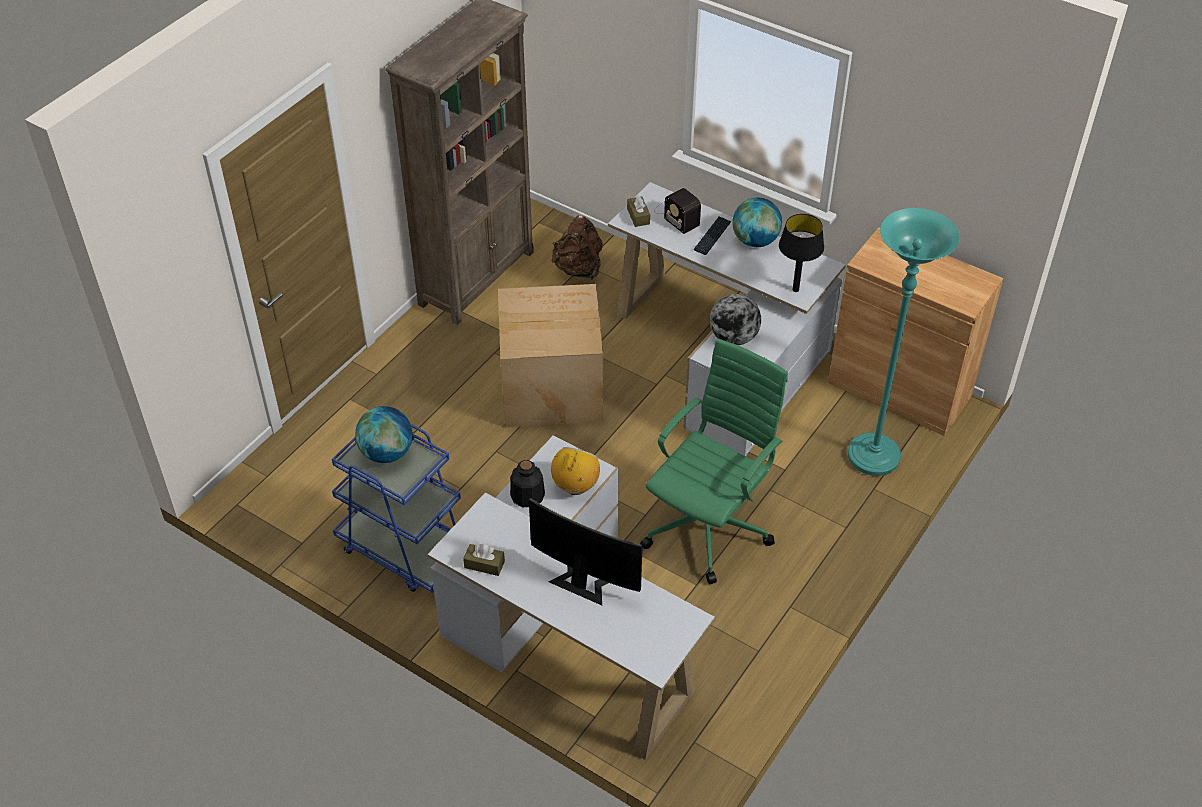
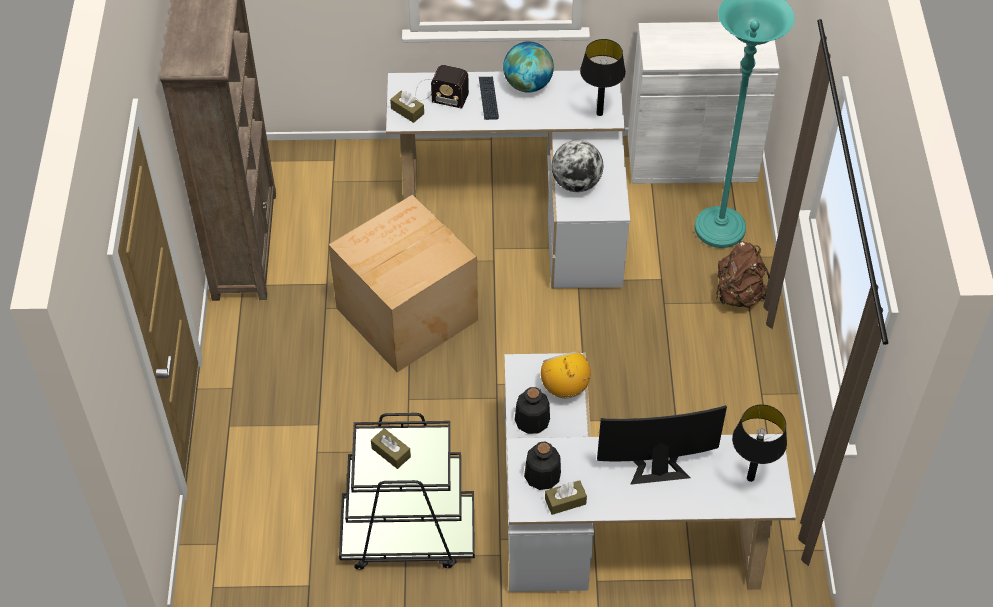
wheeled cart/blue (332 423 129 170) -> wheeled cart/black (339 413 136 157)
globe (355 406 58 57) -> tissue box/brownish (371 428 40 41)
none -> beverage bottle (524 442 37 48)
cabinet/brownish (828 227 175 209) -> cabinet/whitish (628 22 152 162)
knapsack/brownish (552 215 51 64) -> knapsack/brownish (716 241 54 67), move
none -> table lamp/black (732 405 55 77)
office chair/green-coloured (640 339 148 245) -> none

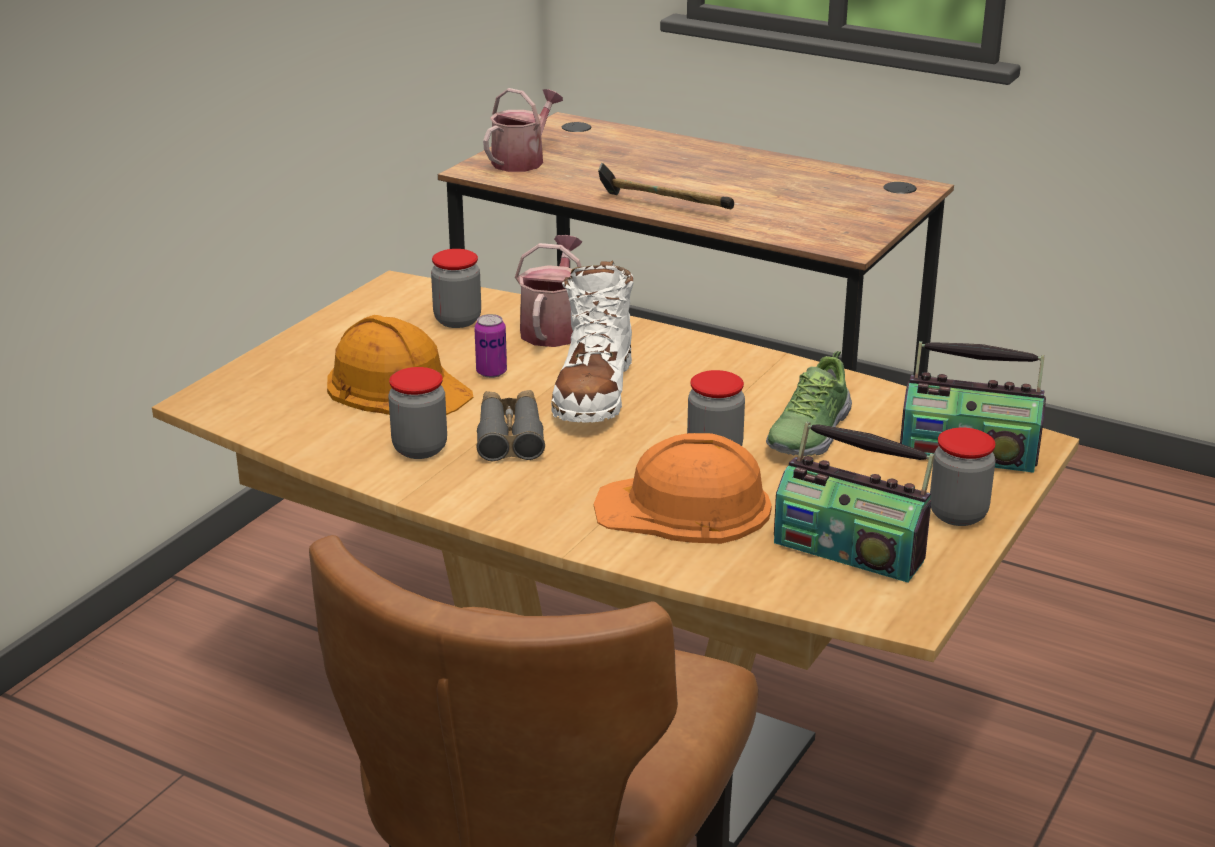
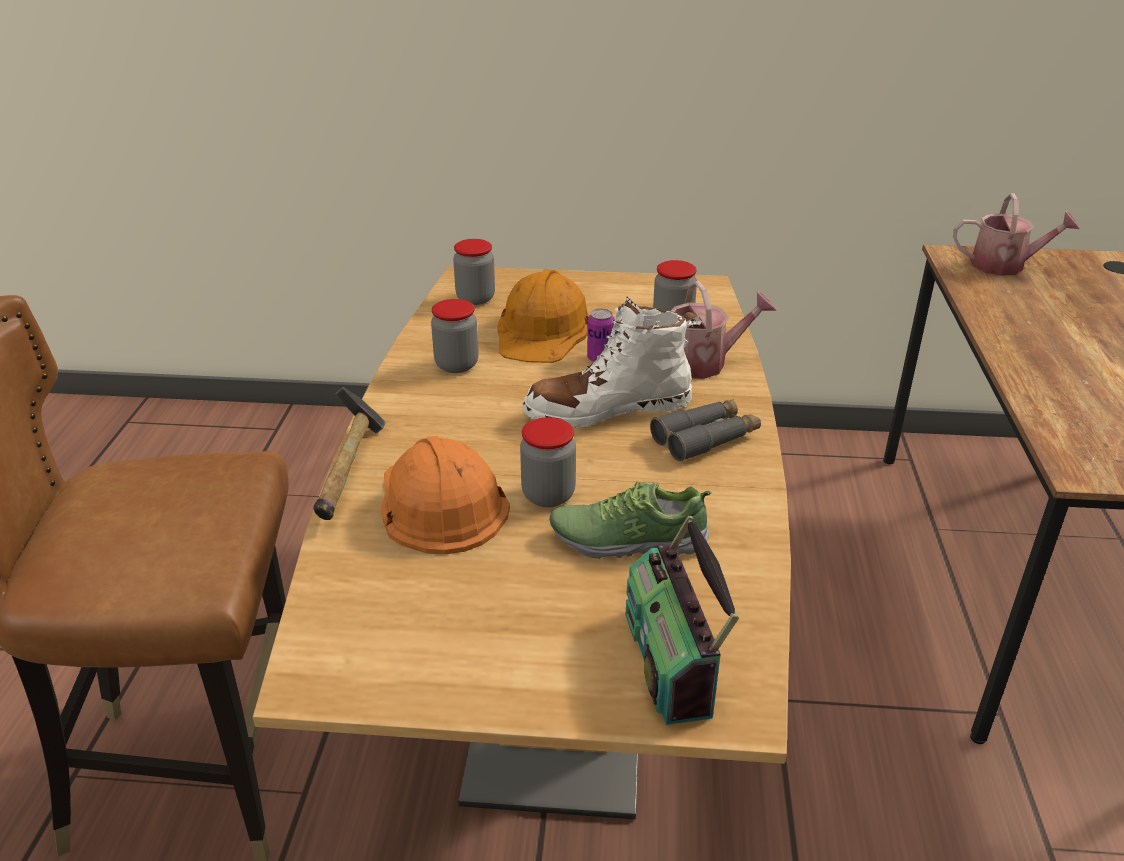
hammer (598 163 136 46) -> hammer (313 387 72 133), move
storage jar (930 427 66 99) -> storage jar (453 239 42 66), move
binoculars/greyish (477 390 68 71) -> binoculars/greyish (650 399 111 63), move
radio set (774 422 161 161) -> none

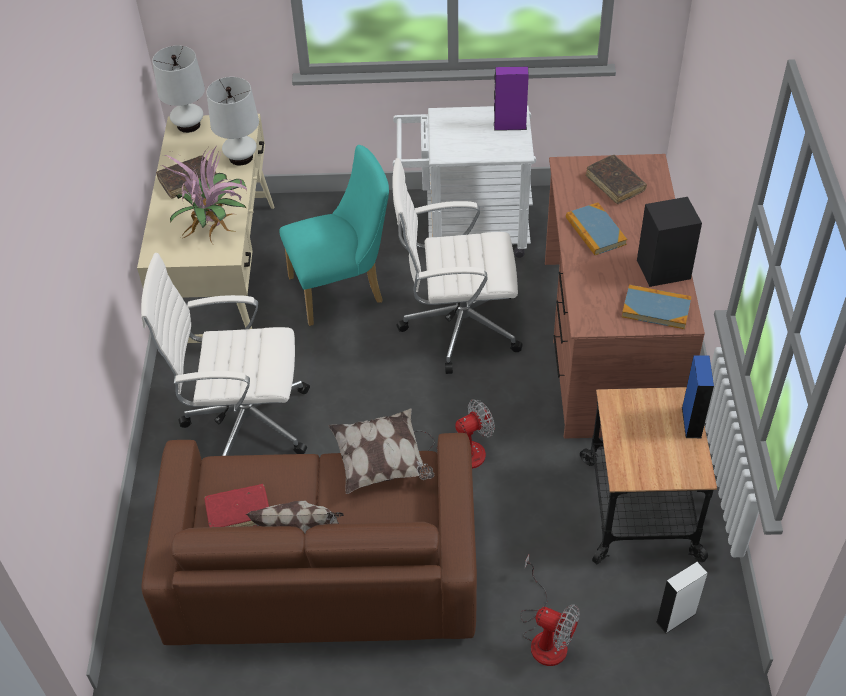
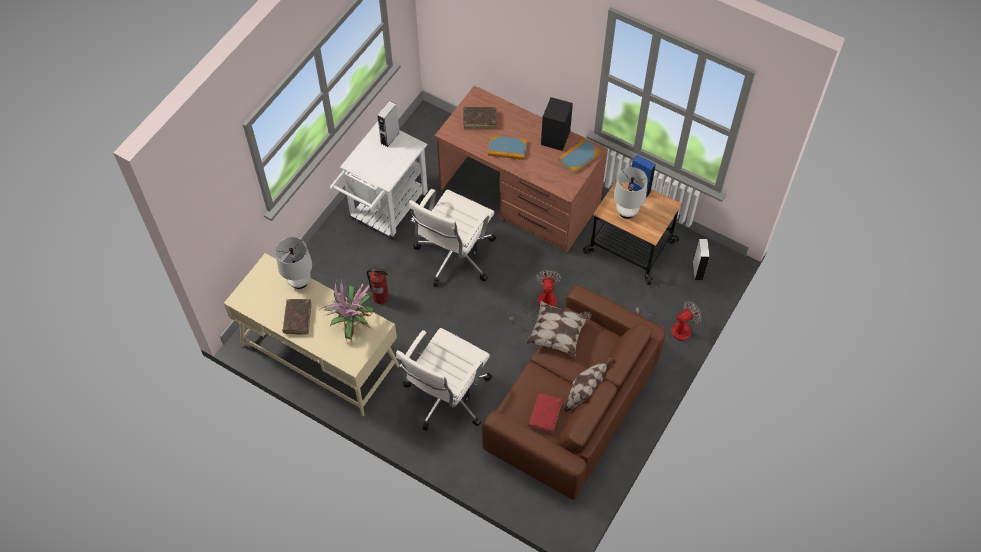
chair/blue-green (279 145 110 181) -> extinguisher (367 267 22 37)
audio speaker/purplish (494 67 35 64) -> audio speaker/greyish (377 101 23 46)
table lamp/whitish (152 46 53 87) -> table lamp/whitish (614 167 34 52), move

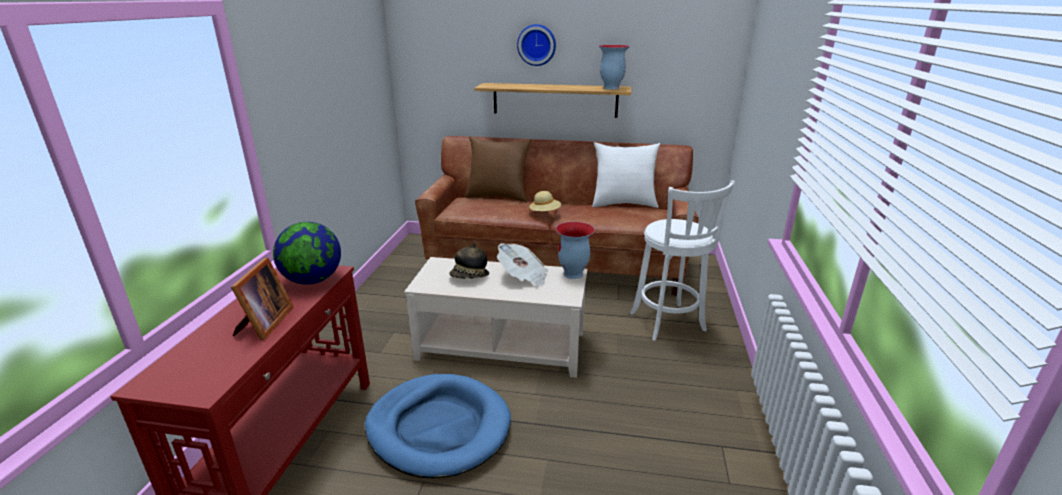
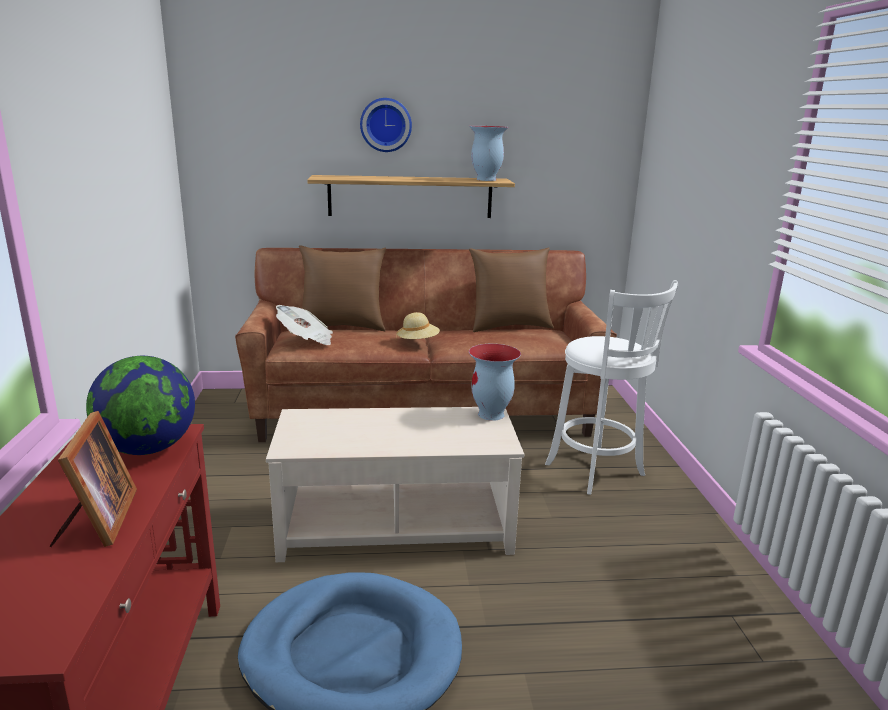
daily paper (497 243 51 44) -> daily paper (276 305 57 40), move
cushion/whitish (592 142 68 66) -> cushion/brownish (469 247 85 85)
wearable hat (449 243 40 36) -> none

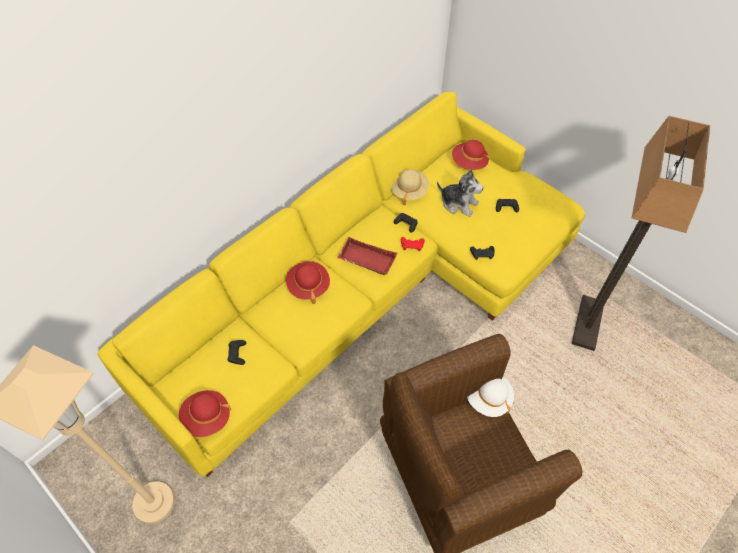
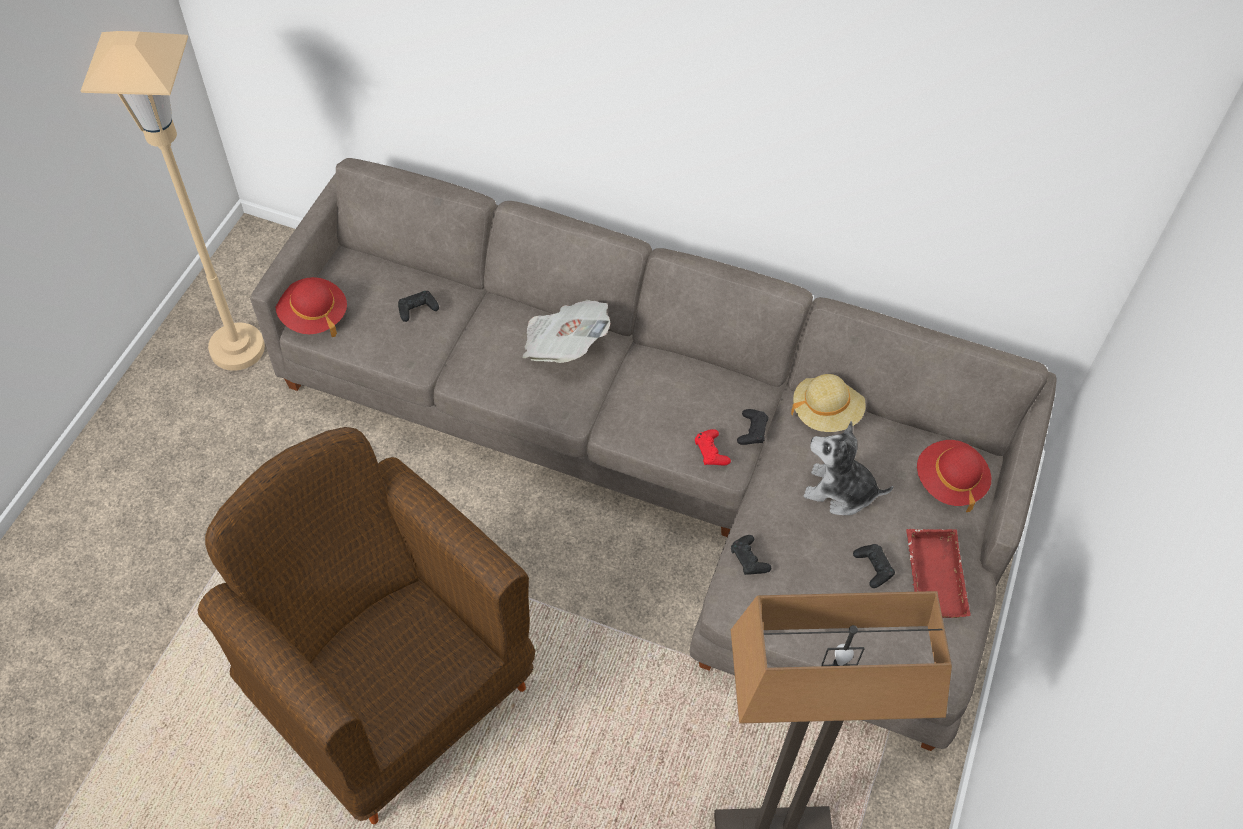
couch/yellow-coloured (98 92 487 385) -> couch/greyish (250 158 806 593)
wearable hat/red (286 261 44 43) -> daily paper (523 300 87 63)
plush toy (437 169 47 48) -> plush toy (804 421 89 94), 105 degrees clockwise
serving tray/red (337 237 60 38) -> serving tray/red (906 529 65 89), move
wearable hat/whitish (467 377 47 40) -> none

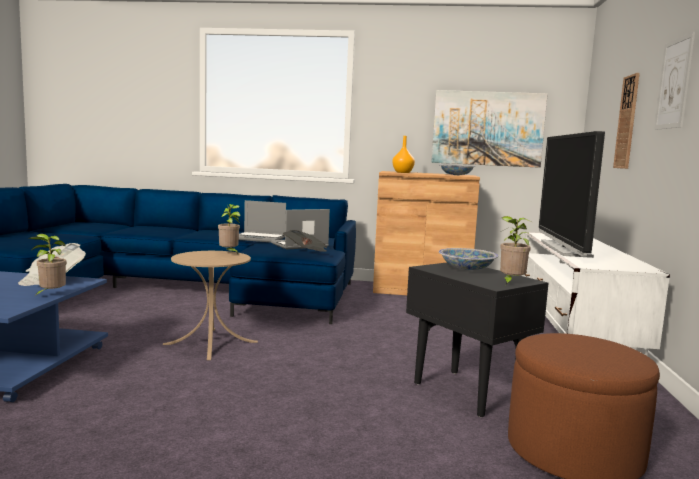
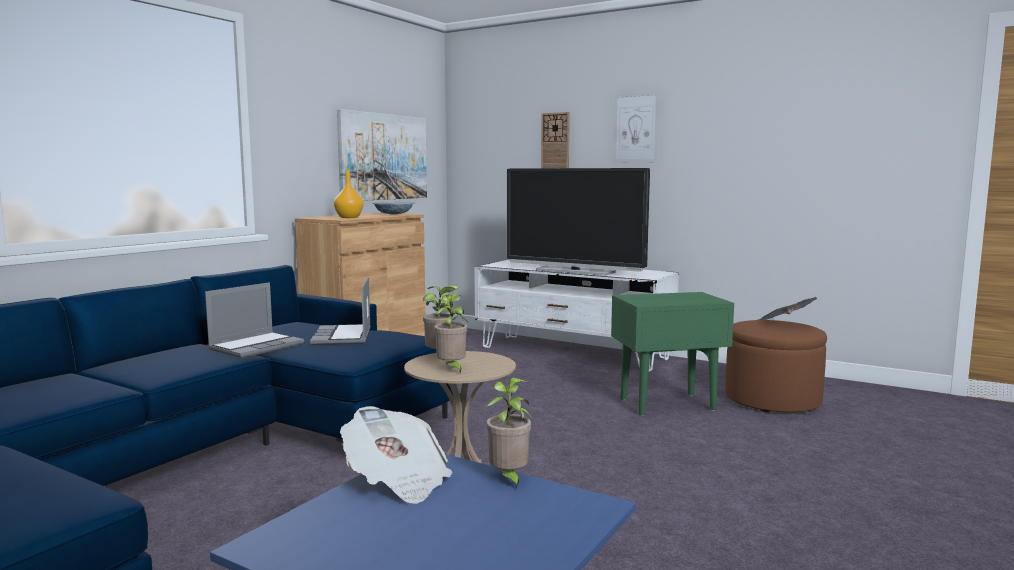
plant in a pot (500 216 32 69) -> plant in a pot (434 293 33 80), move
side table/black (406 263 142 154) -> side table/green-coloured (611 292 123 124)
daily paper (283 230 44 22) -> daily paper (757 297 60 24), move
deep dish (439 248 59 22) -> none

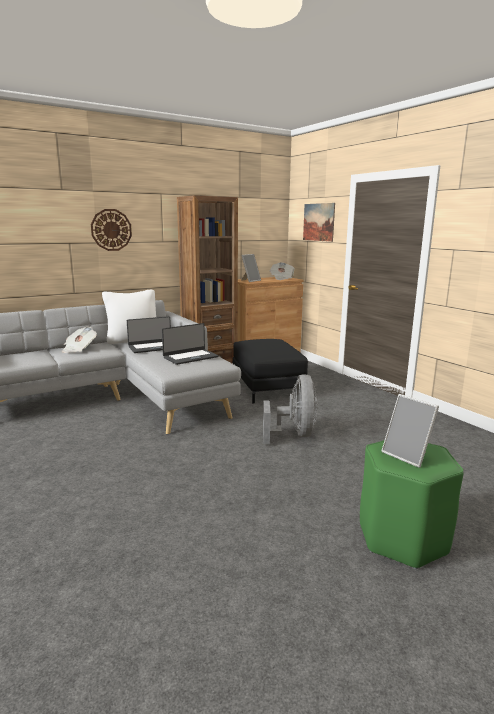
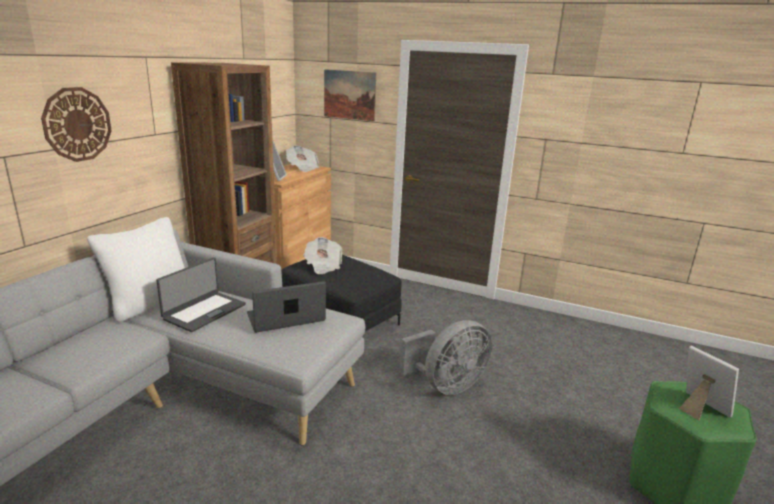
laptop (162 323 57 42) -> laptop (247 281 79 52), 135 degrees counterclockwise
daily paper (62 327 35 26) -> daily paper (303 237 40 37), move
fan/greyish (263 374 55 70) -> fan/greyish (399 320 93 75), 90 degrees clockwise
photo frame (381 394 58 74) -> photo frame (679 346 60 74), 135 degrees counterclockwise

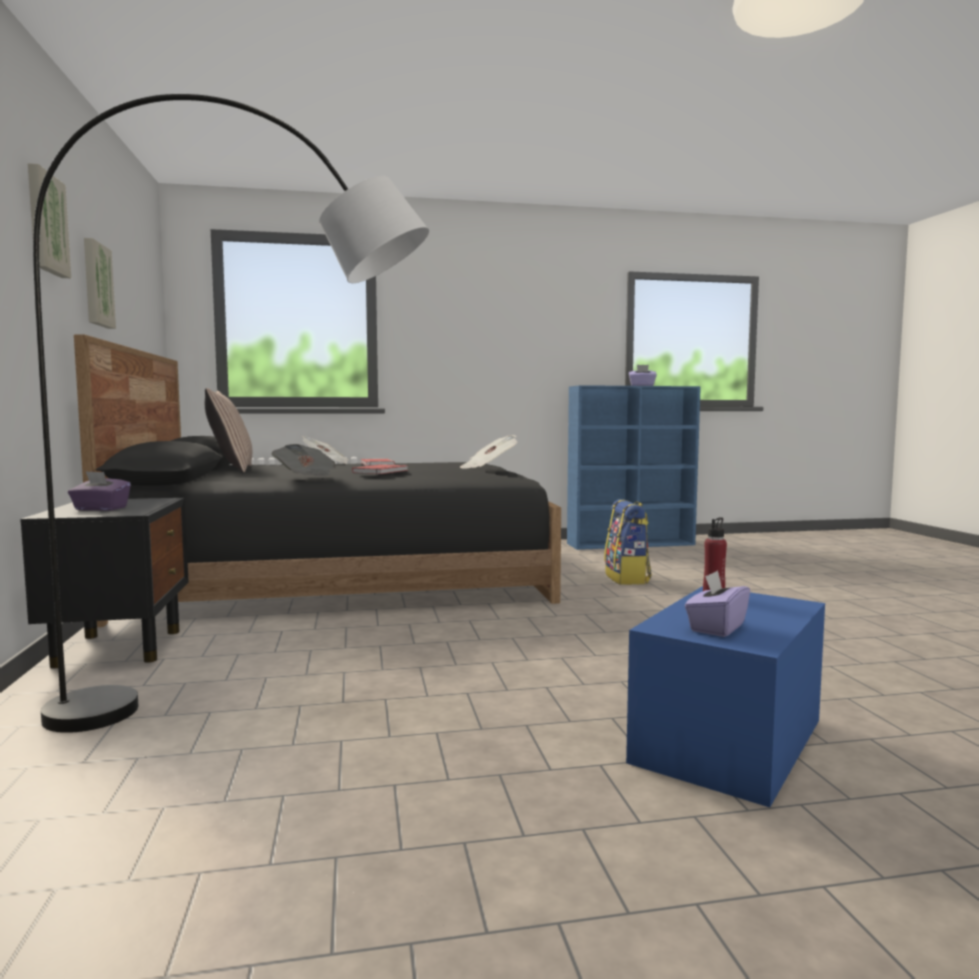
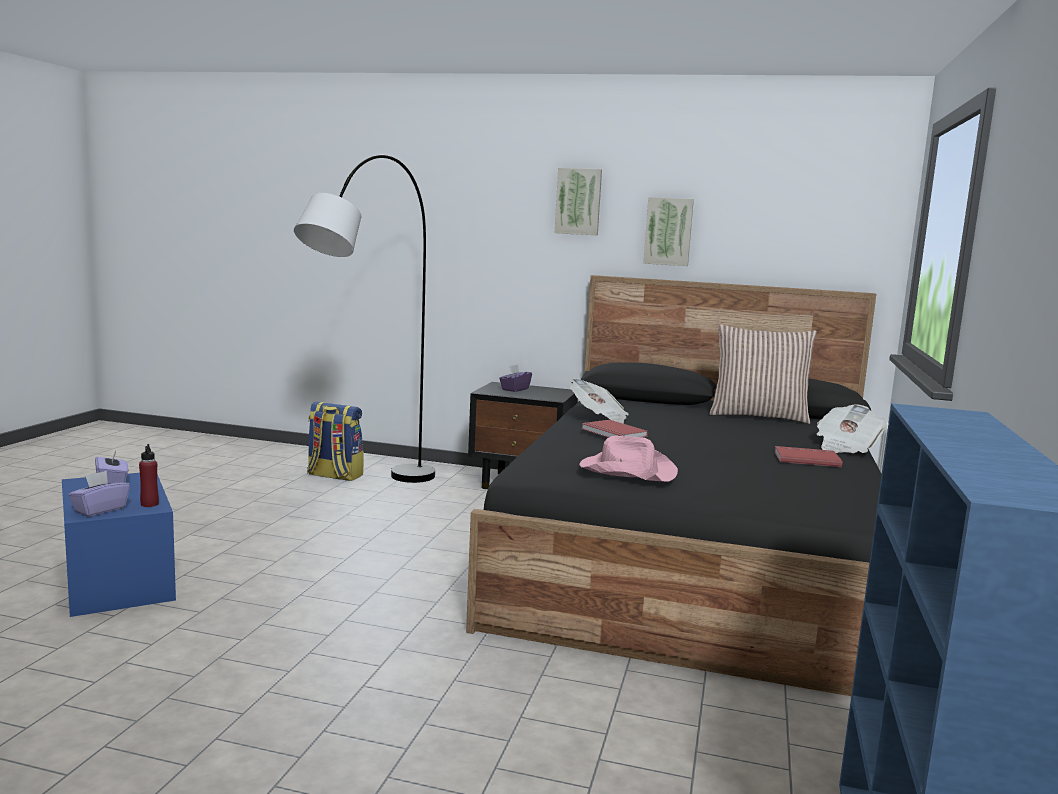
tissue box/purplish (629 365 28 21) -> tissue box/purplish (68 471 62 46), move
knapsack (604 499 48 86) -> knapsack (307 402 57 79), move
daily paper (460 435 58 34) -> wearable hat/pink-coloured (579 436 99 46)

